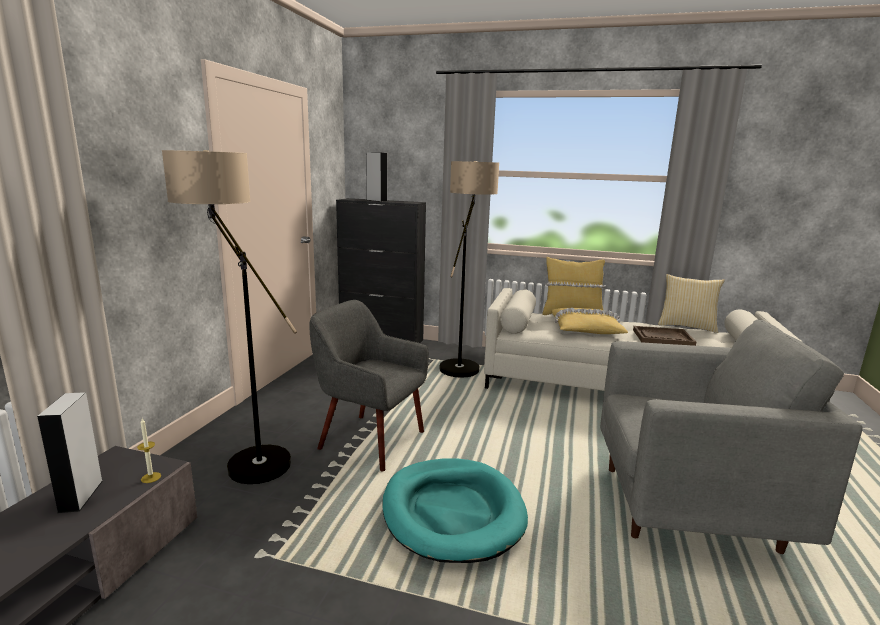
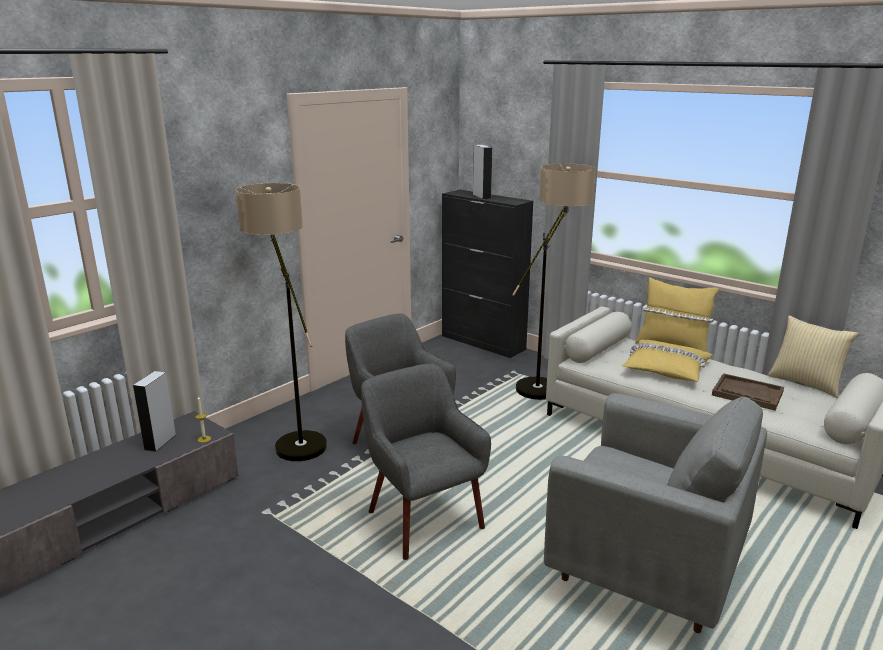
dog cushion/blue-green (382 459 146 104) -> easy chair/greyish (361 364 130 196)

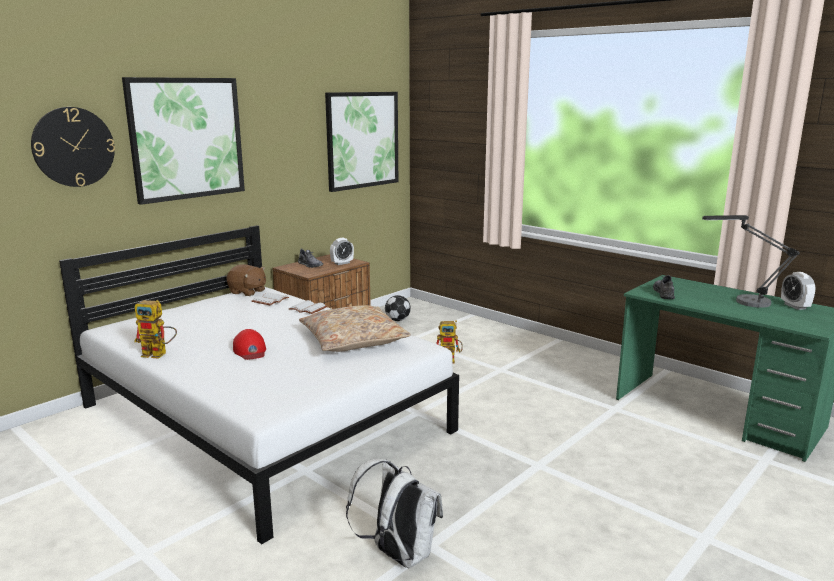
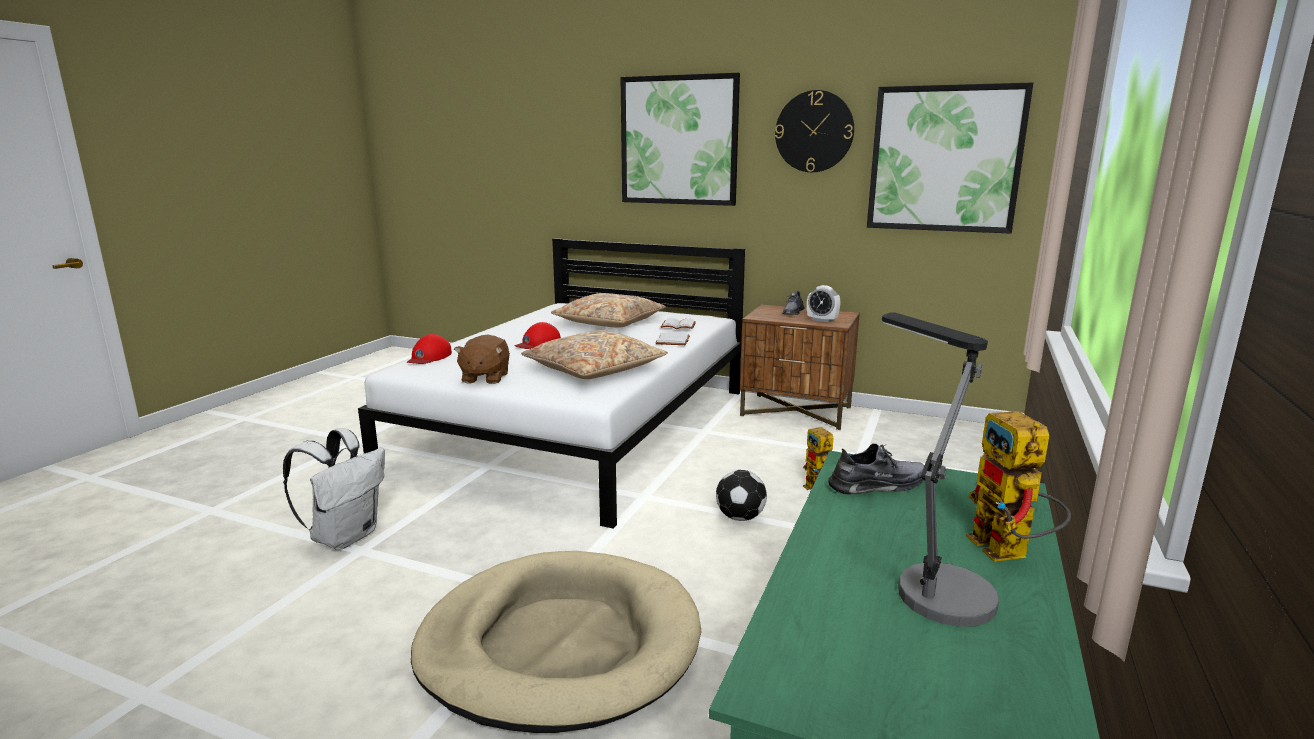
none -> cap/red (407 334 45 30)
none -> dog cushion/beige (411 551 291 182)
plush toy/brownish (226 264 40 32) -> plush toy/brownish (454 334 56 50), move
none -> cushion/beige (551 293 115 35)
football ball (385 295 26 26) -> football ball (716 470 51 51), move
clock on the wall (31 107 84 80) -> clock on the wall (775 90 79 82), move
toy robot (134 300 43 59) -> toy robot (966 411 105 151), move
alarm clock (781 272 35 38) -> none

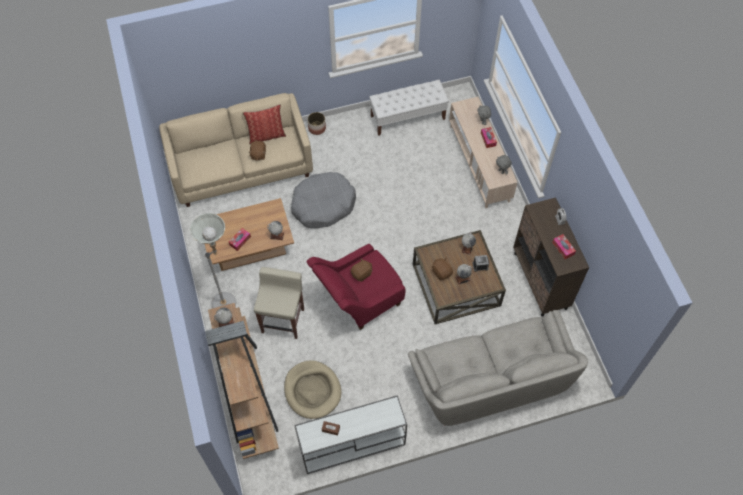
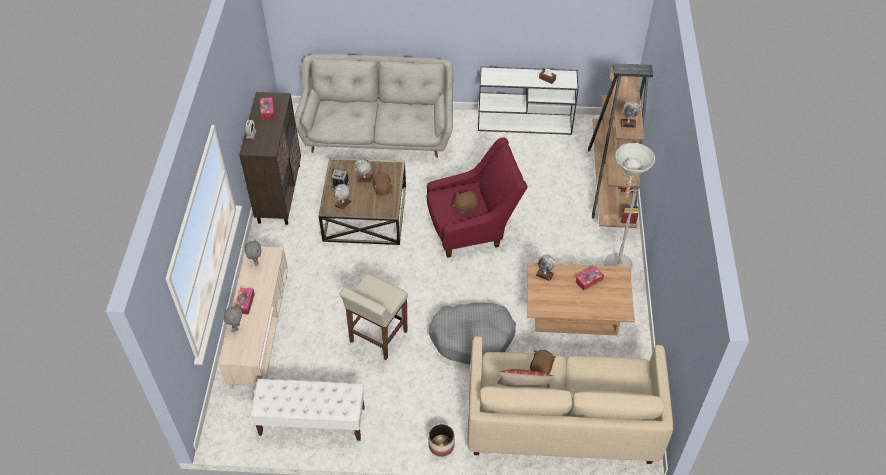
stool/beige (254 267 50 72) -> stool/beige (340 274 68 86), move
dog cushion/beige (284 360 57 59) -> none

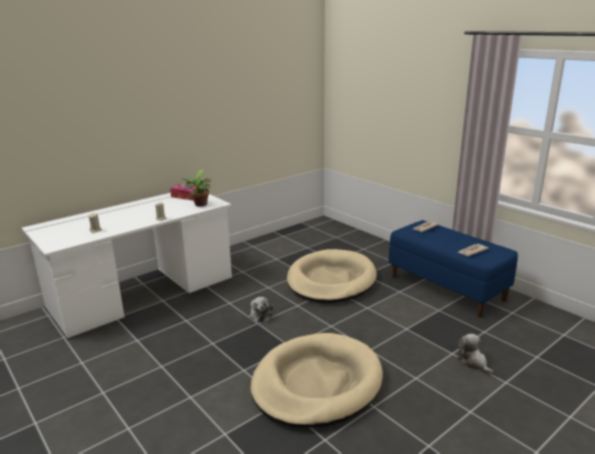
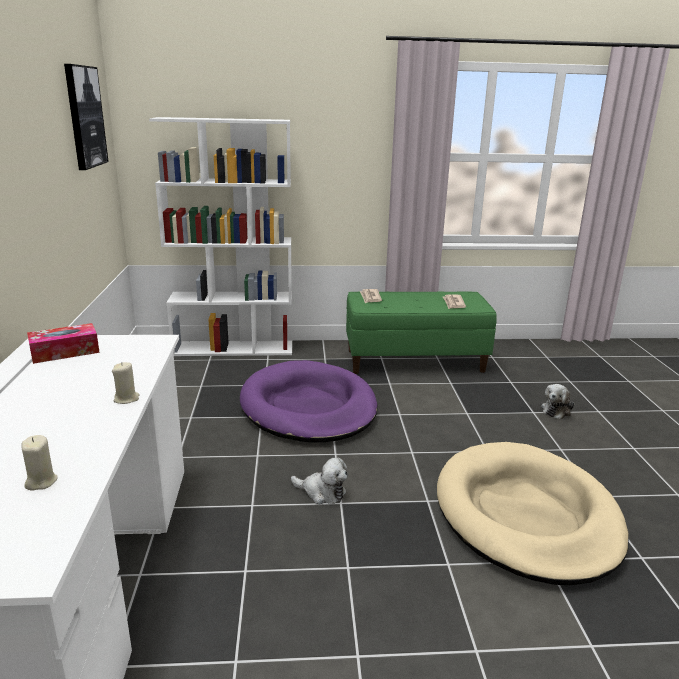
none -> wall picture (64 64 45 106)
none -> shelving unit/whitish (149 117 143 239)
dog cushion/beige (287 249 90 54) -> dog cushion/purplish (240 360 138 83)
bench/blue (389 220 129 97) -> bench/green-coloured (346 292 151 82)
plush toy (457 334 36 41) -> plush toy (541 384 34 35), 60 degrees counterclockwise
plant in a pot (181 170 30 37) -> none

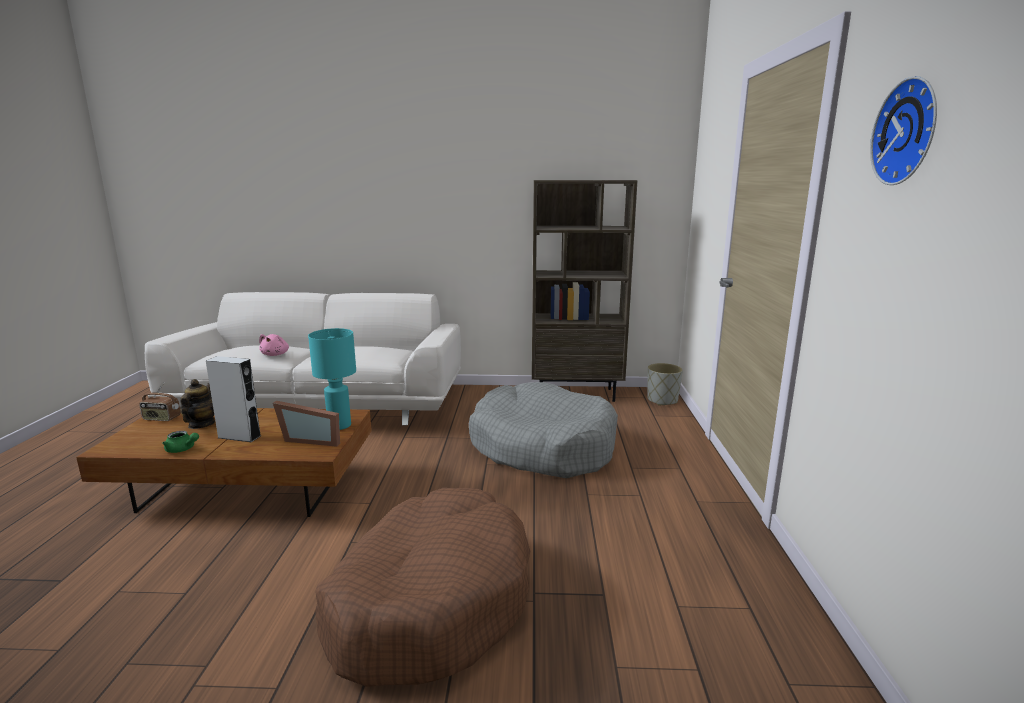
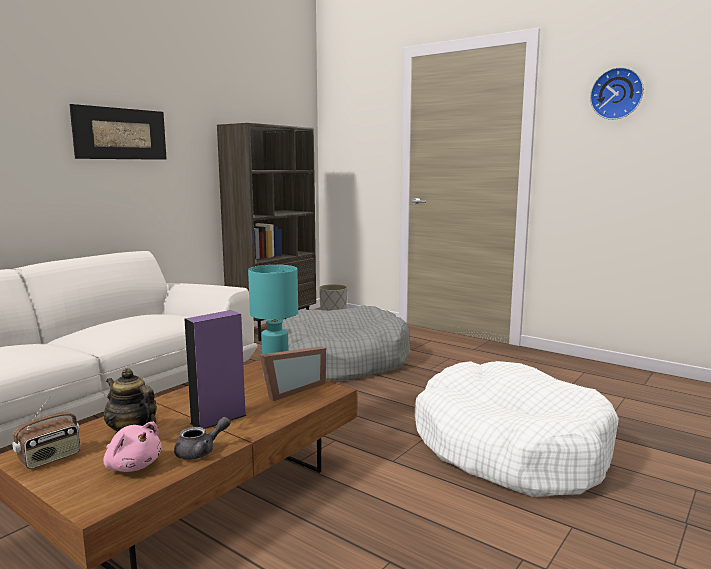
none -> wall picture (69 104 98 56)
plush toy/pink-coloured (259 334 30 22) -> plush toy/pink-coloured (103 422 59 50), move
tea pot/green-coloured (162 431 37 22) -> tea pot/greyish (174 417 56 43)
audio speaker/greyish (206 356 55 86) -> audio speaker/purplish (184 310 63 119)
dog cushion/brownish (315 488 215 199) -> dog cushion/whitish (415 361 204 136)

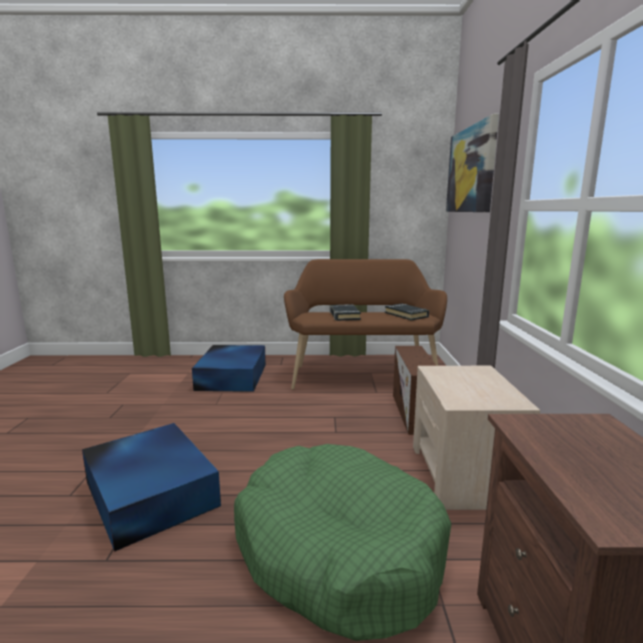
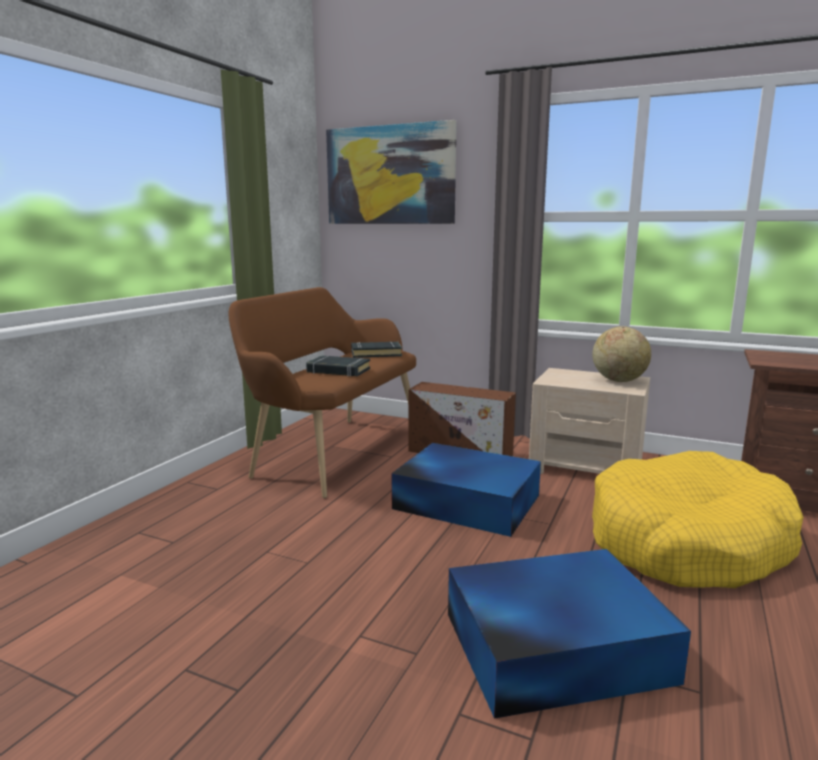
storage bin/blue (192 345 74 47) -> storage bin/blue (391 443 150 94), move
none -> globe (592 326 59 56)
dog cushion/green-coloured (234 444 217 197) -> dog cushion/yellow-coloured (592 451 211 137)

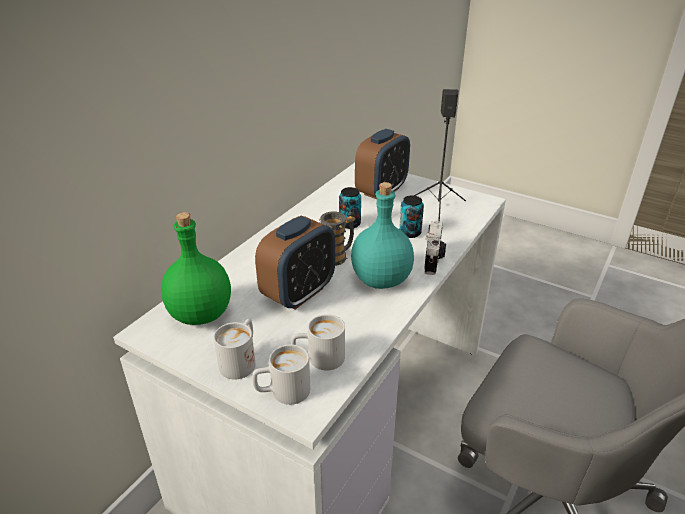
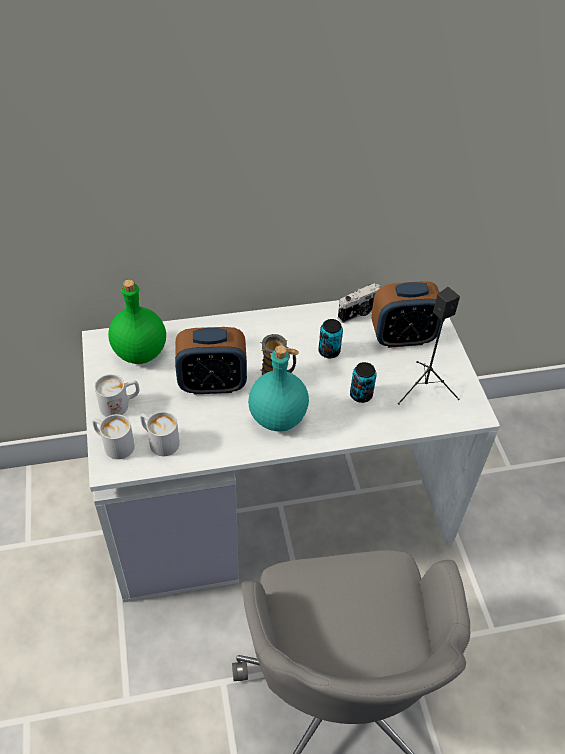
still camera (424 221 22 54) -> still camera (338 283 42 40), move

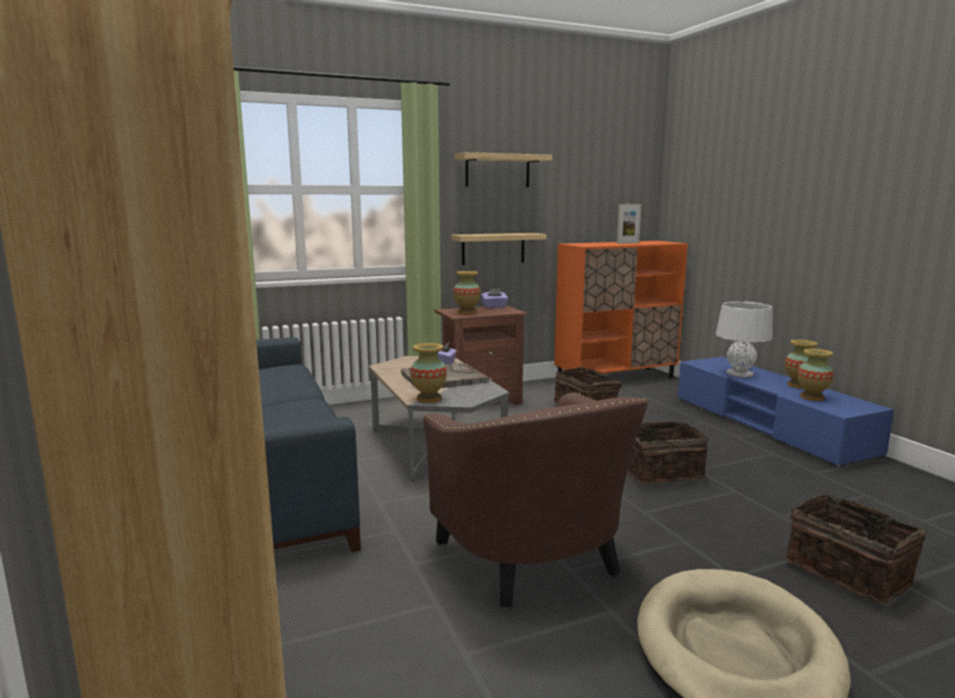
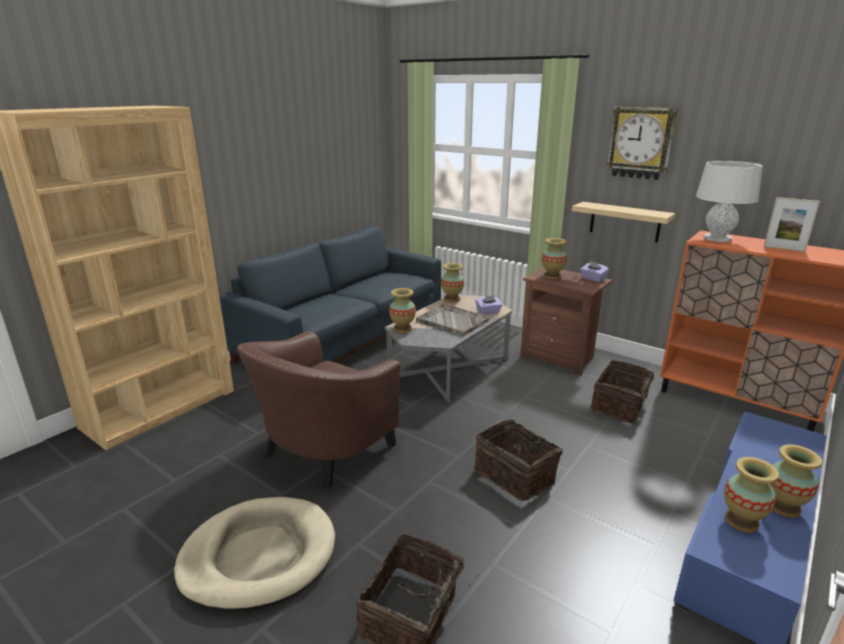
none -> decorative vase (441 263 23 39)
wall shelf (454 152 98 35) -> clock on the wall (607 107 71 73)
table lamp/greyish (716 301 57 77) -> table lamp/greyish (696 161 67 81), move

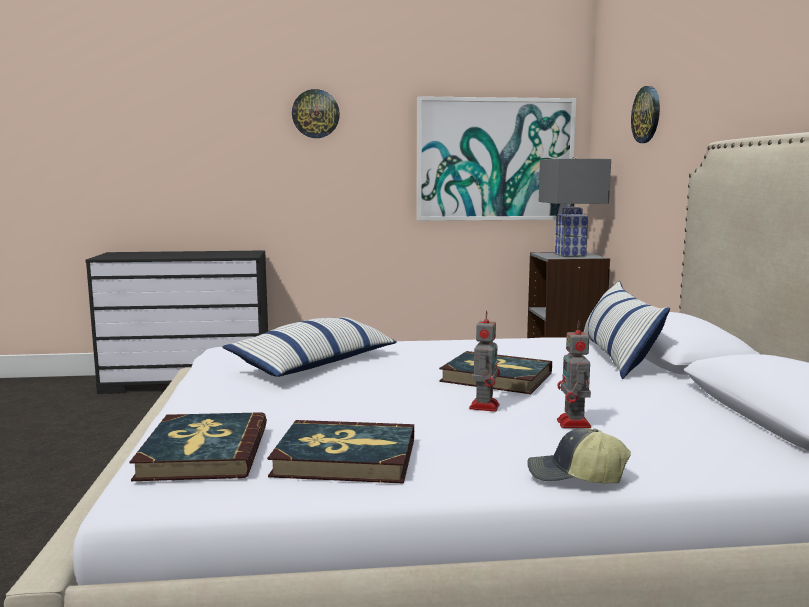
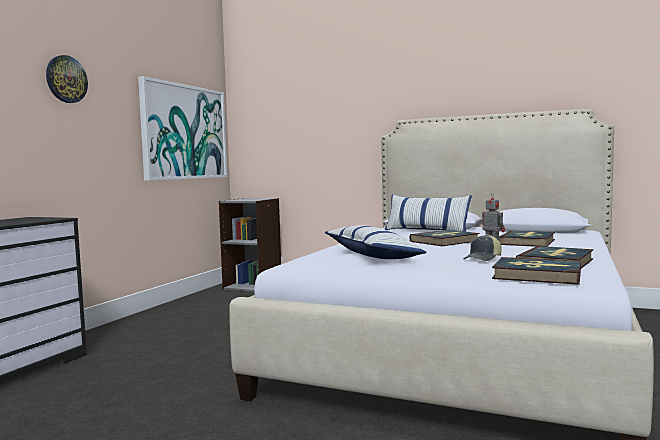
cap (528 428 103 56) -> cap (464 234 37 27), move
toy robot (557 321 34 107) -> book (499 230 56 17)
table lamp/greyish (539 157 72 100) -> none
clock on the wall (631 86 29 57) -> none

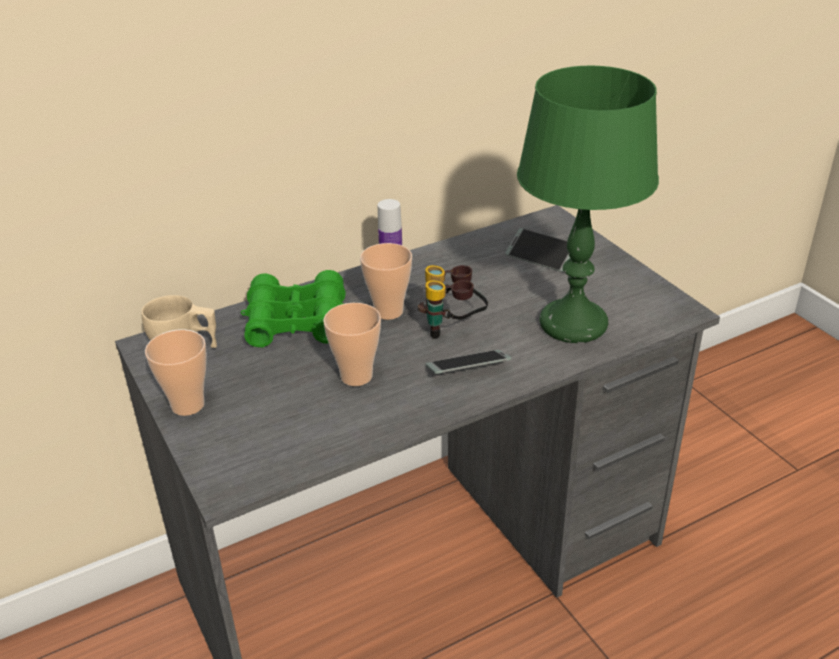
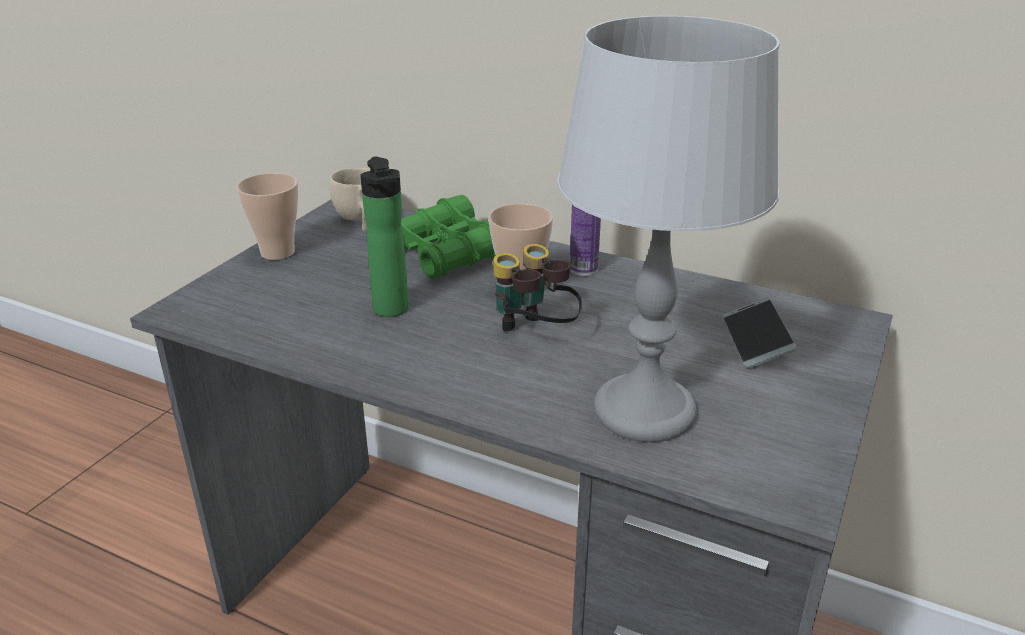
small cup (323 303 58 83) -> beverage bottle (360 157 49 160)
table lamp/green-coloured (517 66 142 277) -> table lamp/greyish (557 16 223 426)
phone (426 350 85 24) -> none

